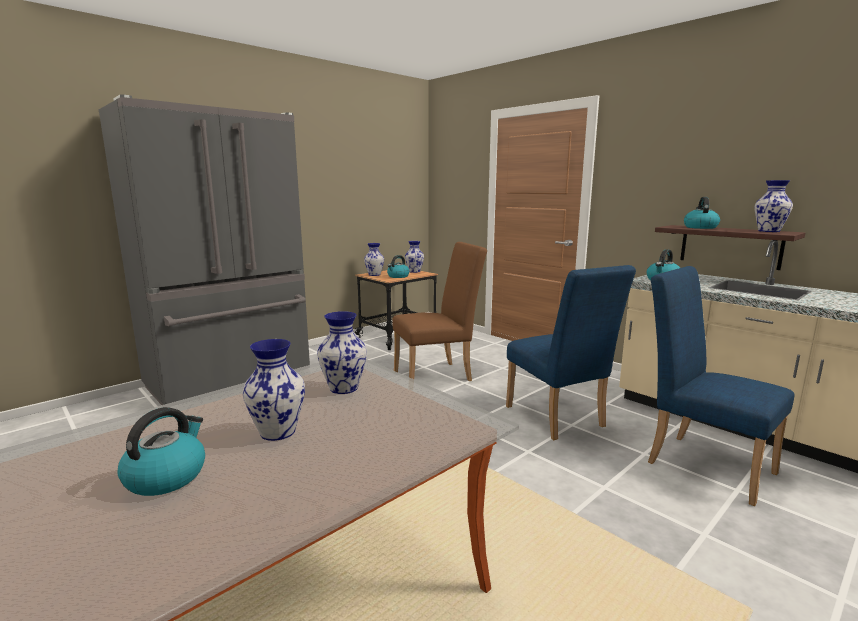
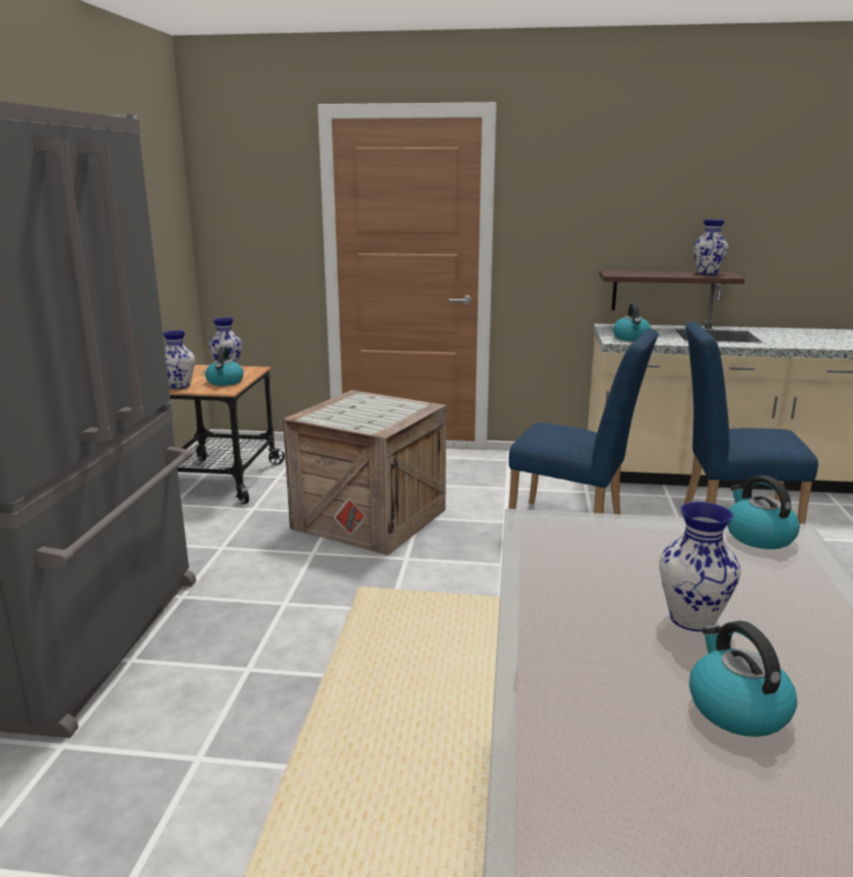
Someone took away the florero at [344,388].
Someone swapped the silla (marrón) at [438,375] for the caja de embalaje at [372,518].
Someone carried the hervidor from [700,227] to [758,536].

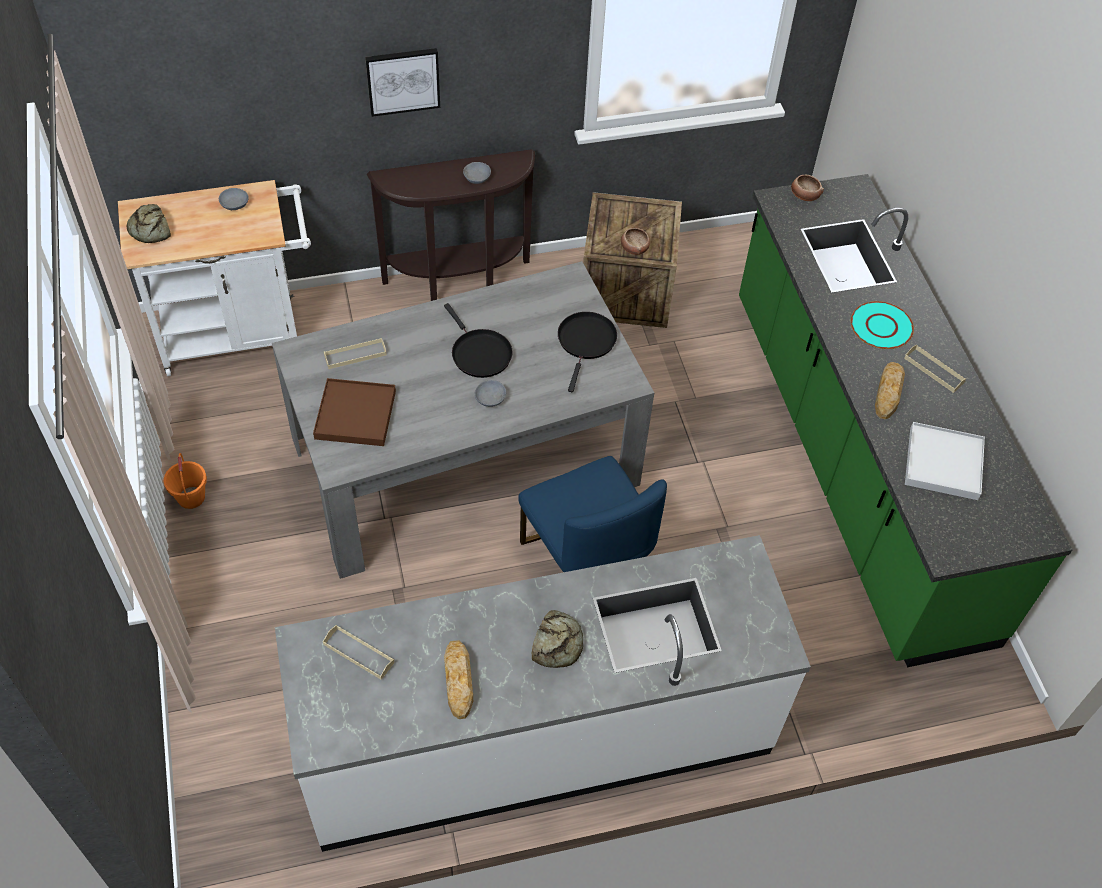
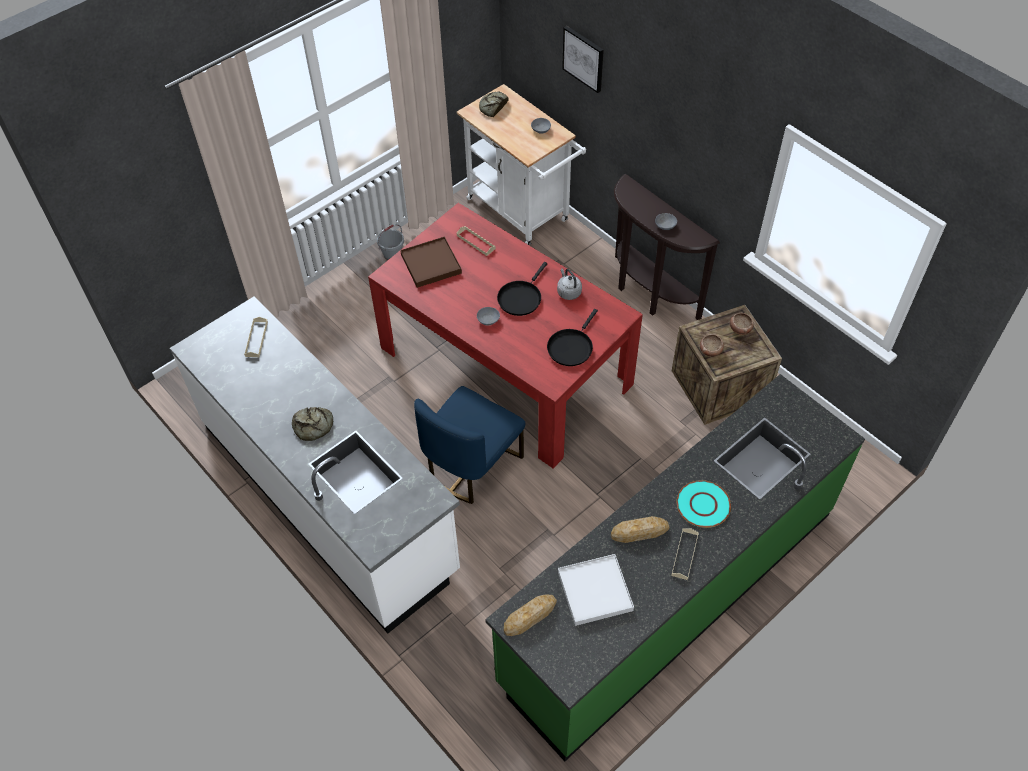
Someone repainted the cubo (naranja) at [191,497], which became the cubo (gris) at [392,254].
Someone repainted the mesa de comedor (gris) at [464,462], which became the mesa de comedor (rojo) at [505,366].
Someone carried the cuadro from [403,80] to [584,58].
Someone carried the pan from [458,680] to [530,616].
Someone rotated the sartén (negro) at [586,342] by 135 degrees clockwise.
Someone carried the cuenco from [804,196] to [740,328].
Someone put down the hervidor (gris) at [568,292].

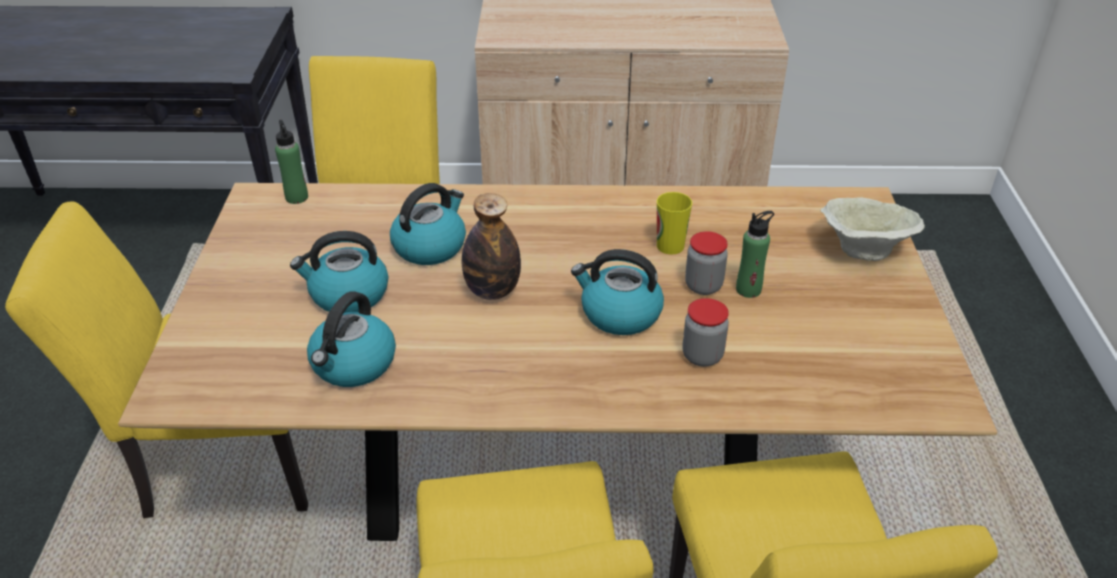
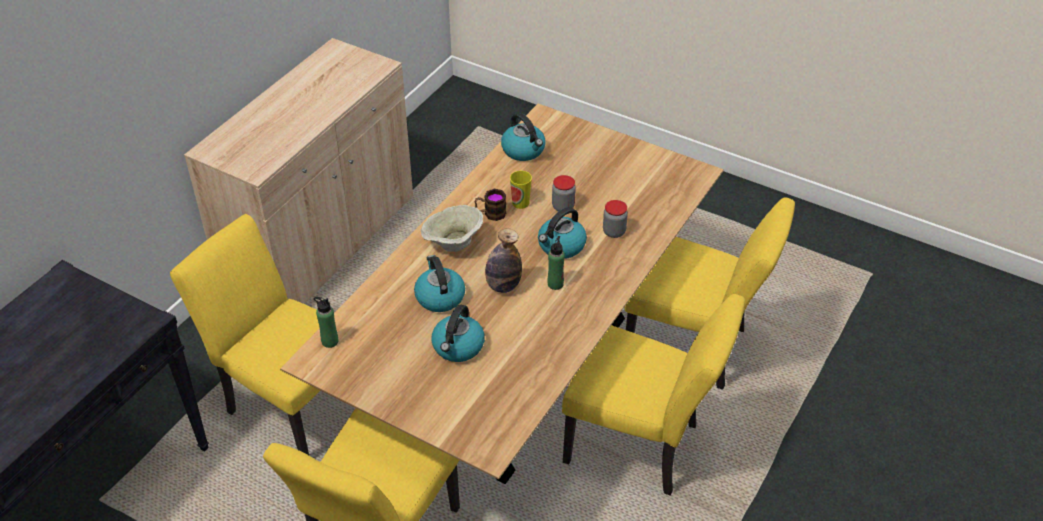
Someone carried the hervidor from [353,365] to [524,150].
Someone carried the botella (verde) from [748,289] to [555,284].
Someone carried the cuenco (beis) from [863,250] to [453,243].
Someone put down the taza grande at [490,214].

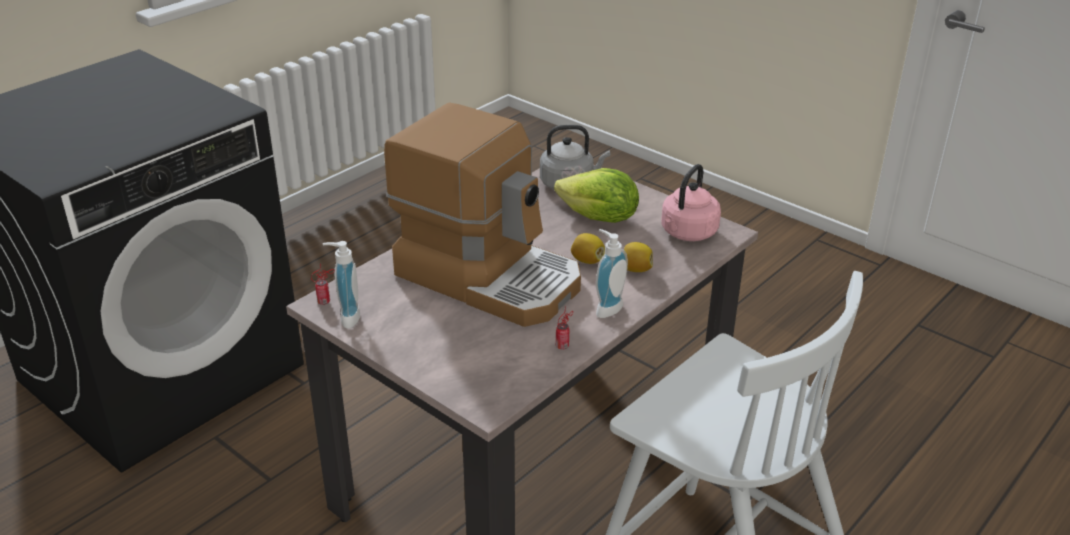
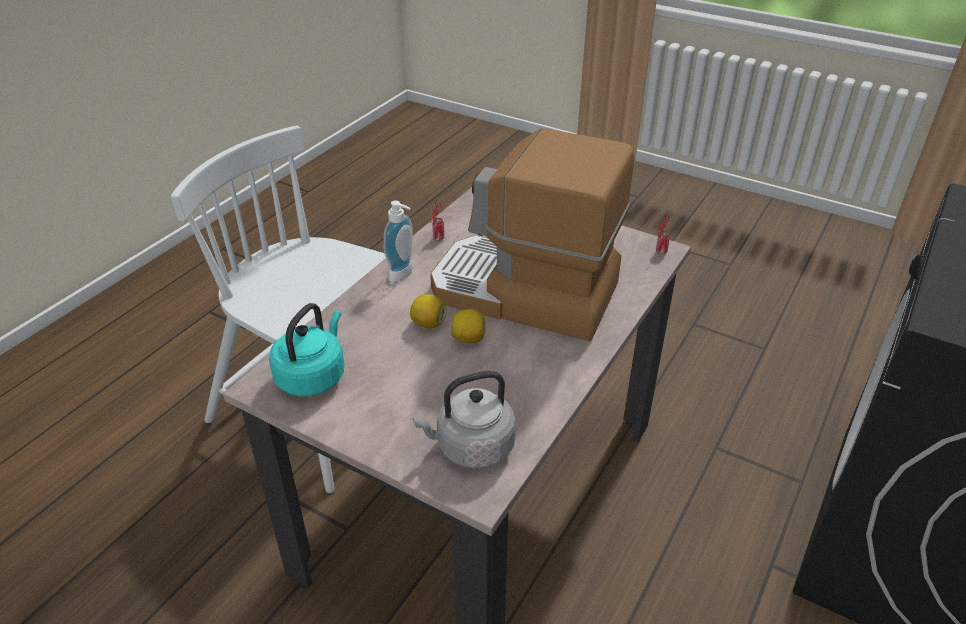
Someone took away the dispensador de jabón at [346,317].
Someone took away the lechuga at [599,219].
Someone carried the limón from [635,269] to [469,338].
Someone repainted the hervidor (rosa) at [687,233], which became the hervidor (turquesa) at [313,376].

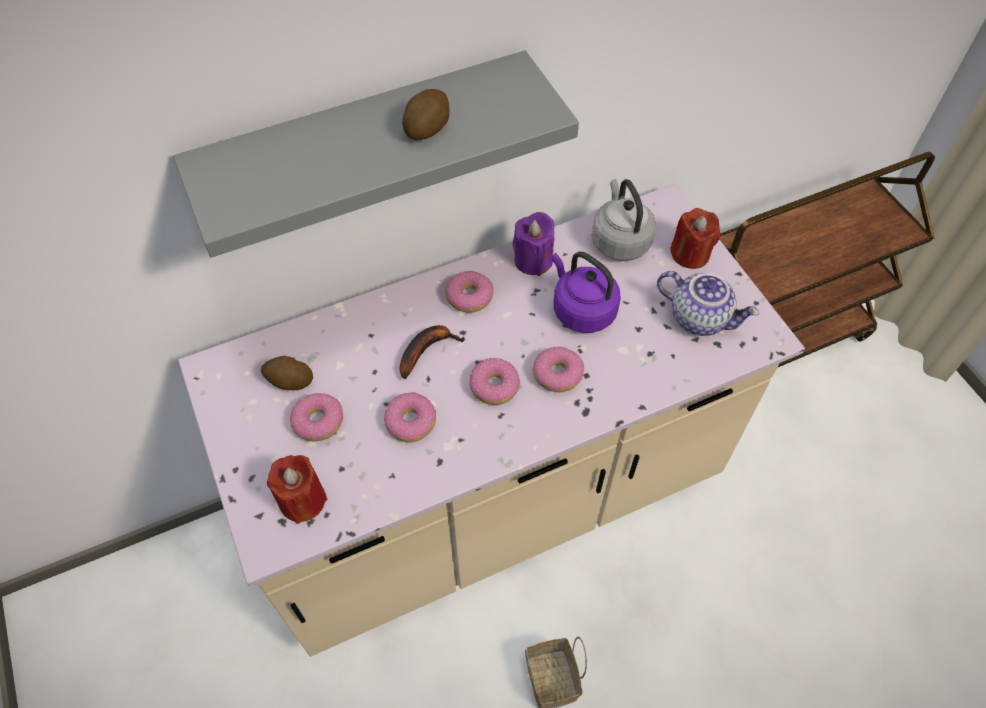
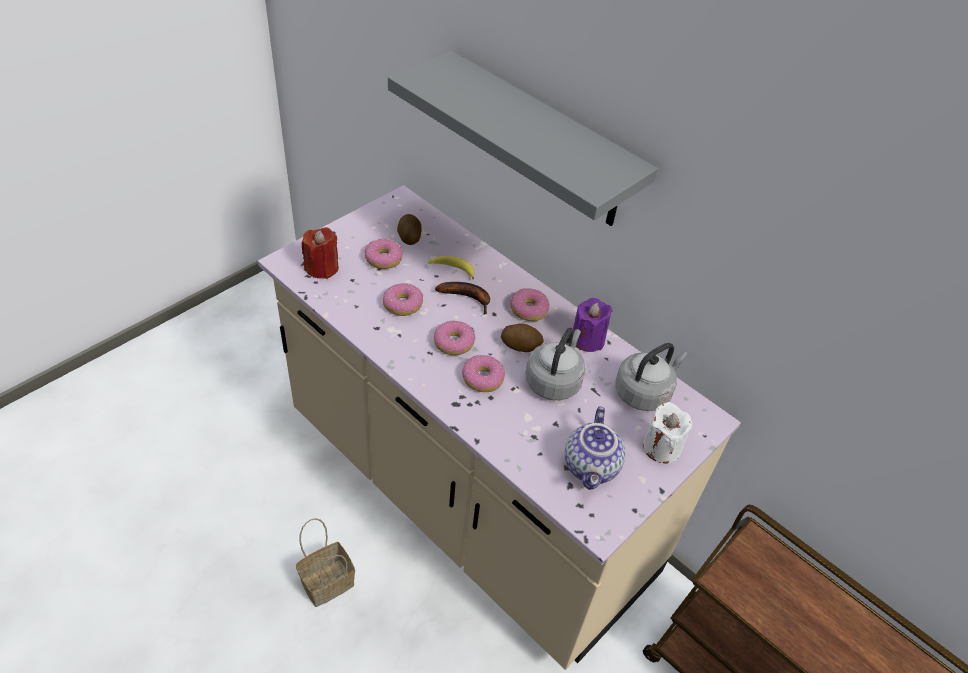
Someone carried the patata from [427,127] to [520,345].
Someone repainted the hervidor (morado) at [581,310], which became the hervidor (gris) at [554,381].
Someone repainted the vela (rojo) at [690,254], which became the vela (blanco) at [661,447].
Someone put down the plátano at [453,269].

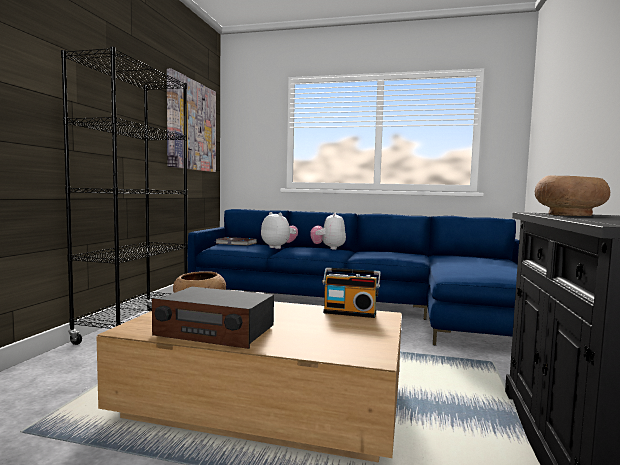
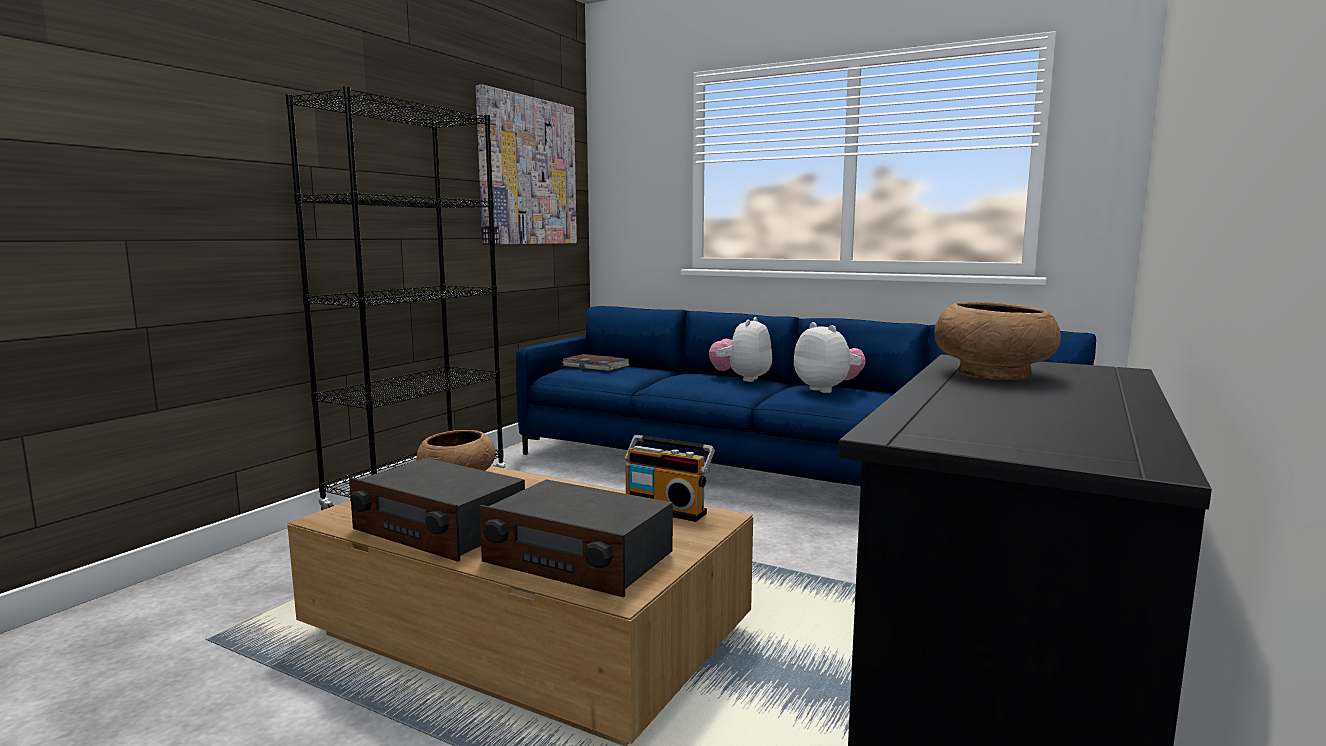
Someone carried the peluche from [279,247] to [827,389].
Someone put down the radio at [578,558].

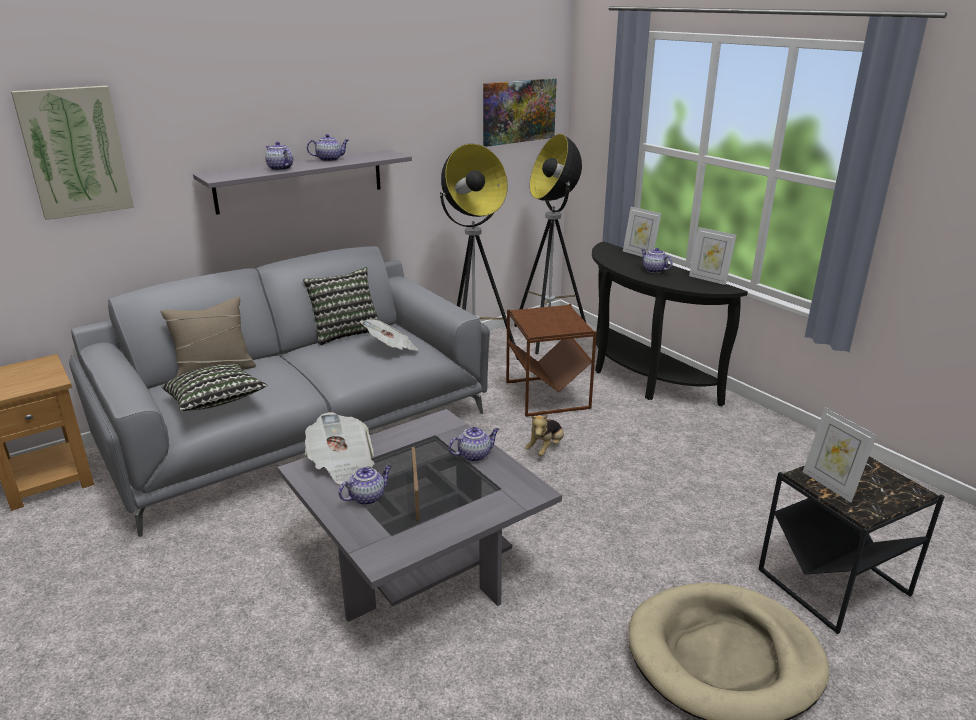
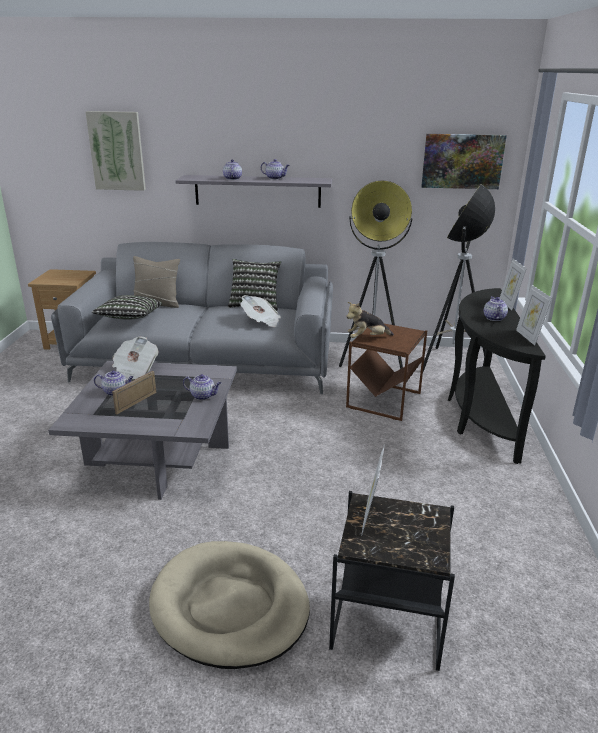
Someone carried the peluche from [546,448] to [367,338].

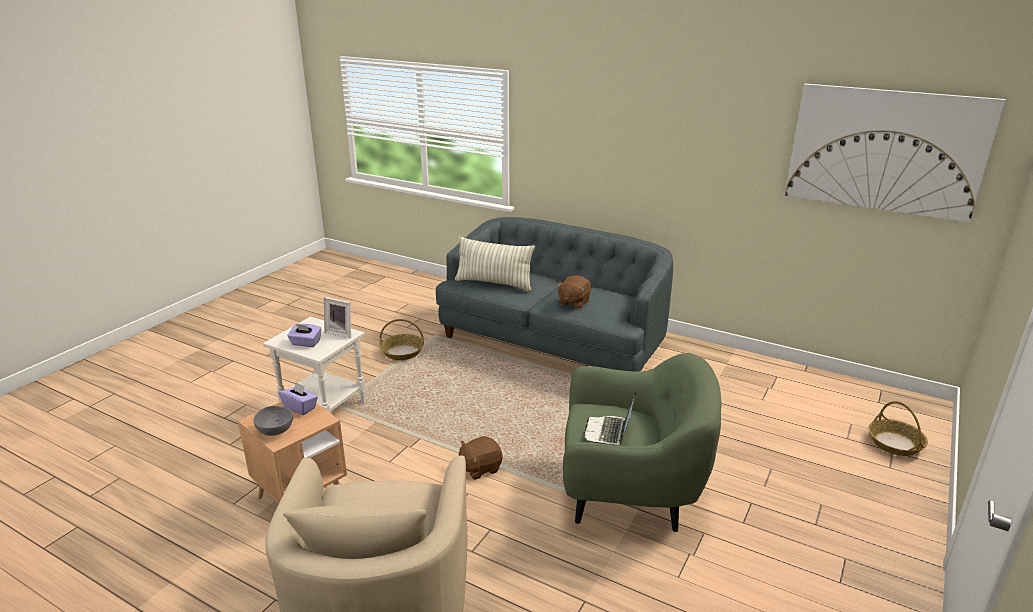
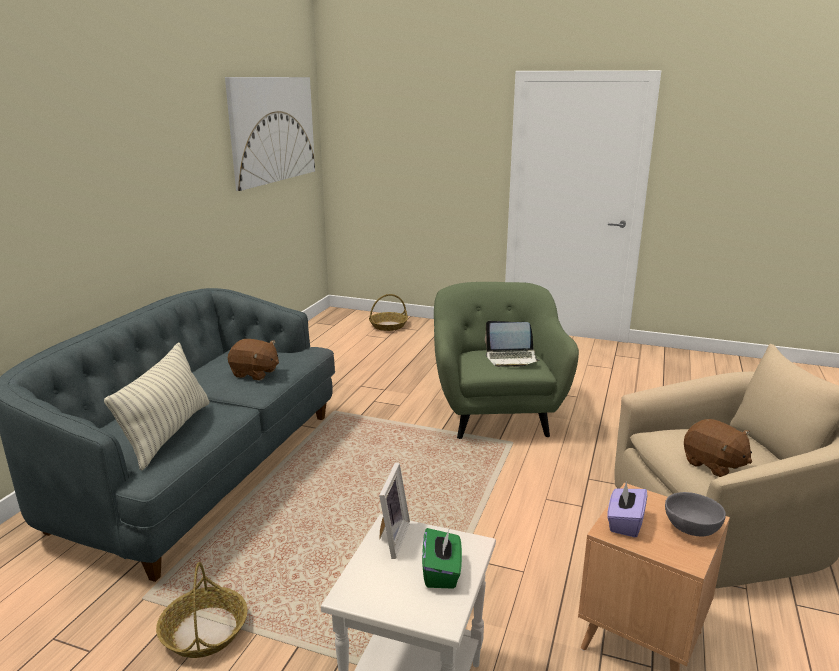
Someone repainted the caja de pañuelos (morado) at [305,343], which became the caja de pañuelos (verde) at [441,572].
Someone carried the peluche (marrón) from [479,468] to [713,464].

